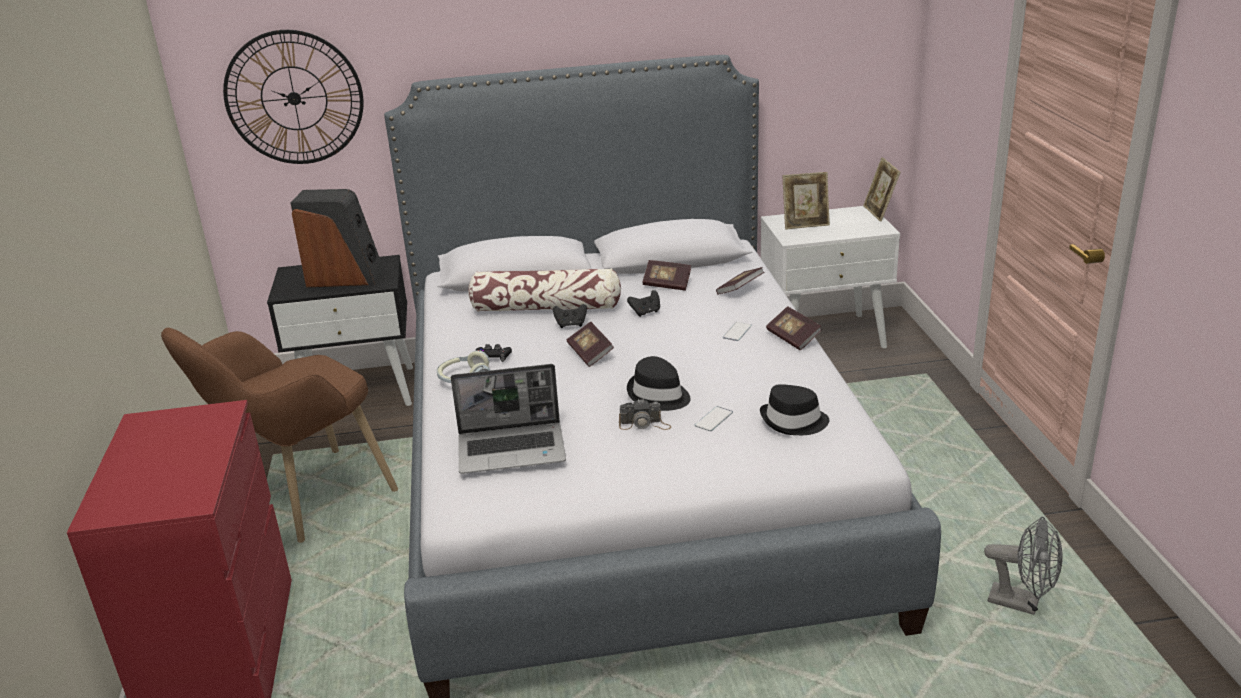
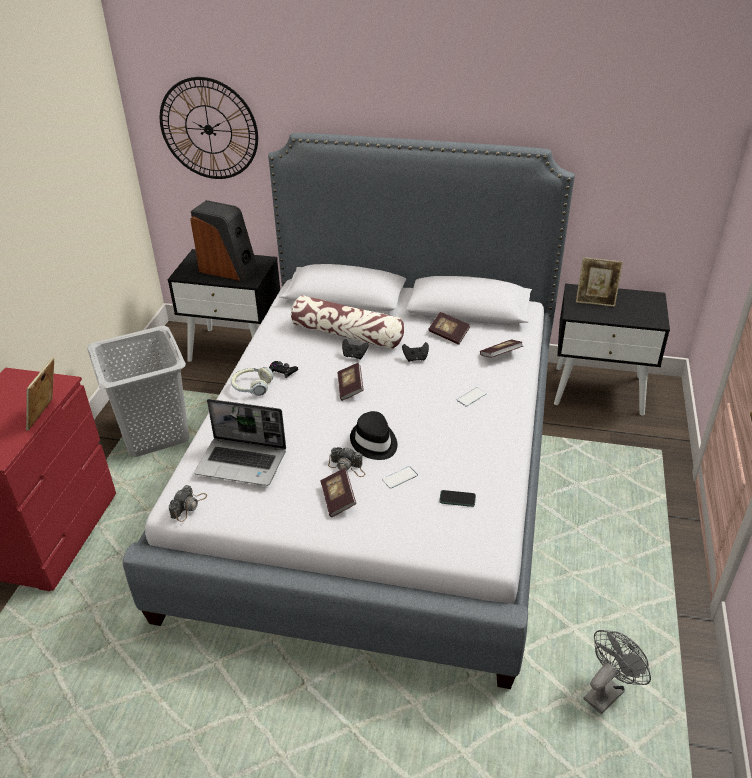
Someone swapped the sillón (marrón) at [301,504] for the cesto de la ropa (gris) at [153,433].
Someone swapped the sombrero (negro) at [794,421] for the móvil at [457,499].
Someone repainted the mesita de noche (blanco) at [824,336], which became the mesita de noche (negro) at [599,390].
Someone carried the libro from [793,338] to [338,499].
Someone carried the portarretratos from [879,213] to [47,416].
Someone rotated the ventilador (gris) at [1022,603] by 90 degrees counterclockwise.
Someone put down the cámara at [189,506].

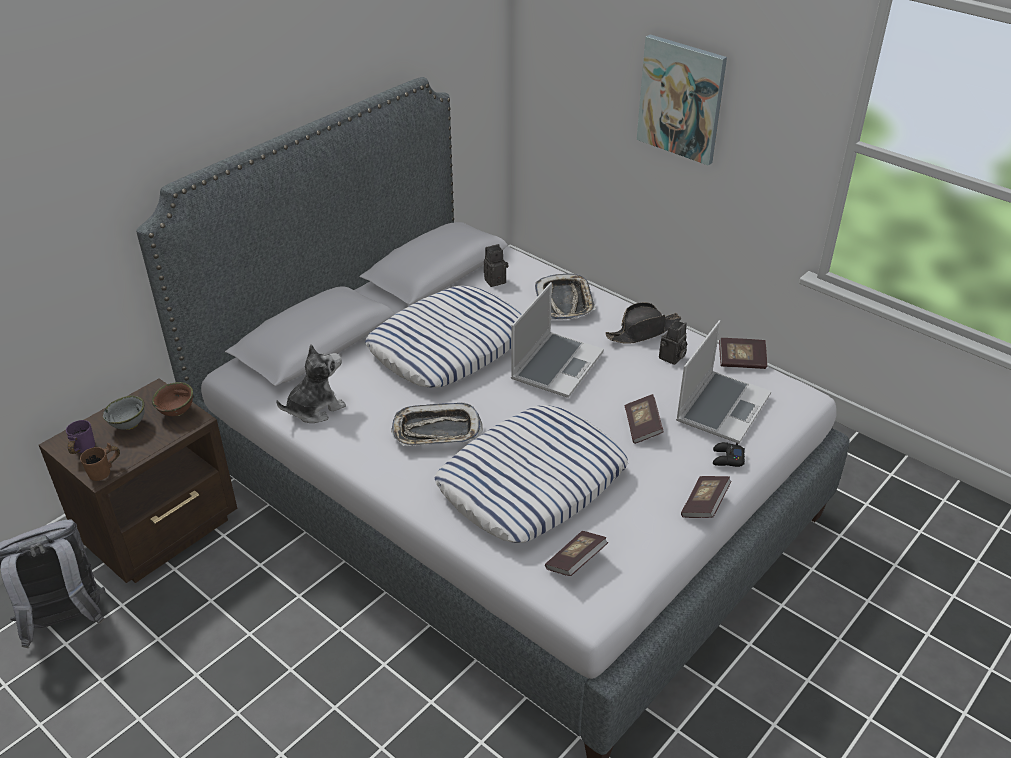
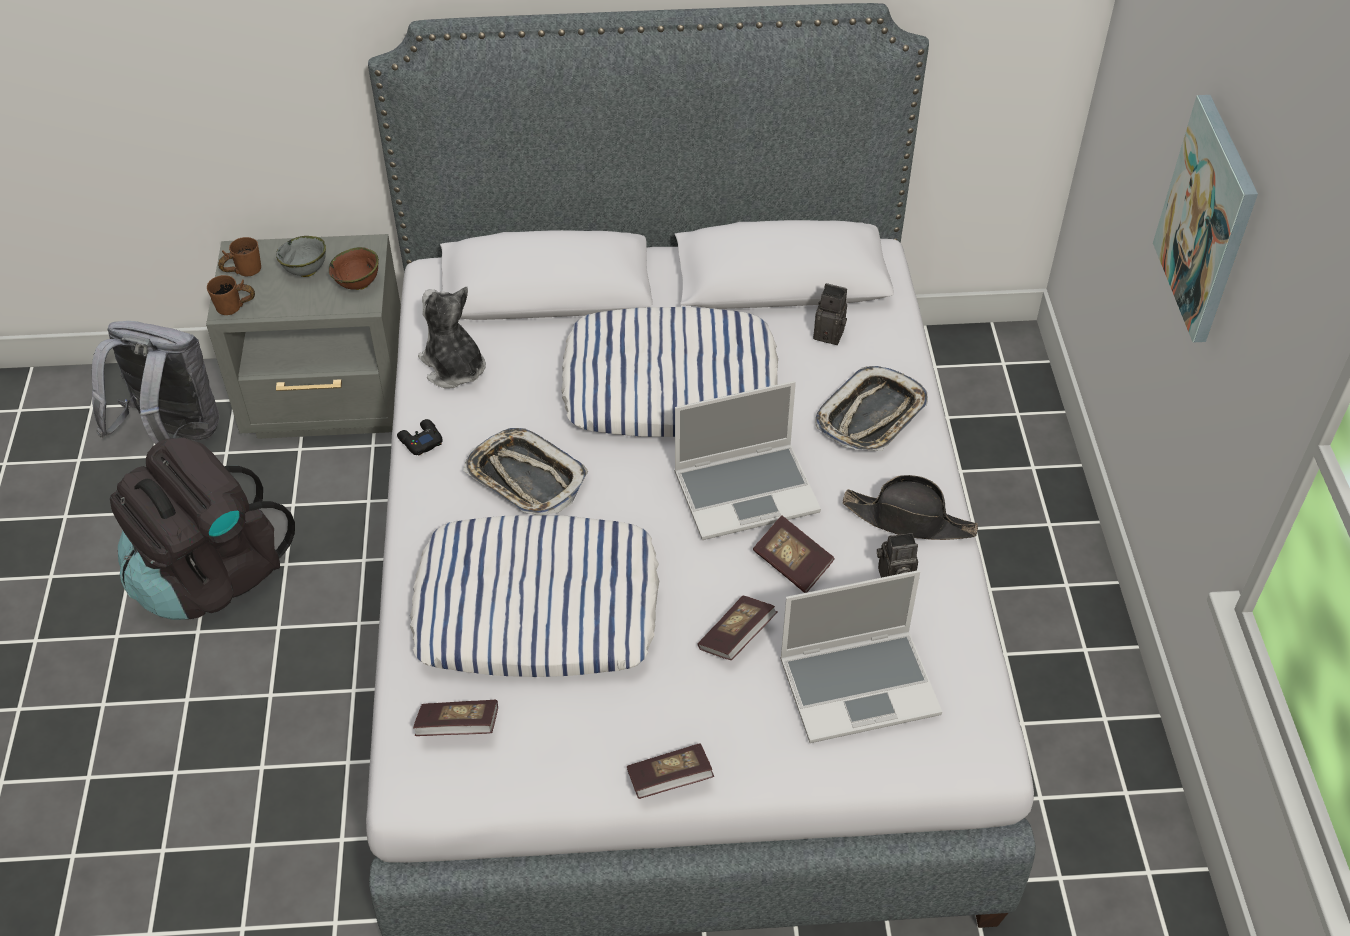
Someone repainted the mesita de noche (marrón) at [162,531], which became the mesita de noche (gris) at [331,401].
Someone repainted the taza grande (morado) at [80,450], which became the taza grande (marrón) at [242,271].
Someone rotated the peluche at [315,408] by 135 degrees counterclockwise.
Someone carried the mando de consola (negro) from [727,459] to [420,441].
Someone carried the libro from [741,361] to [792,564].
Someone put down the mochila (negro) at [210,575].

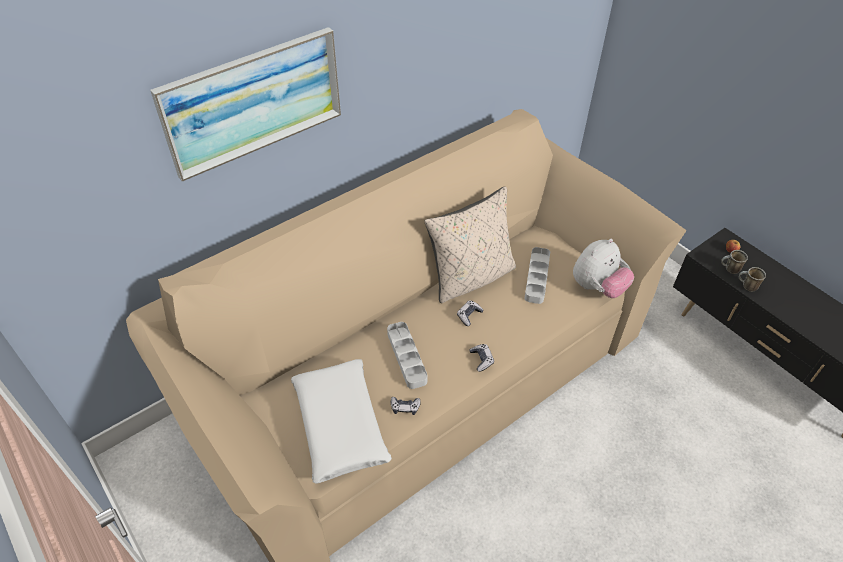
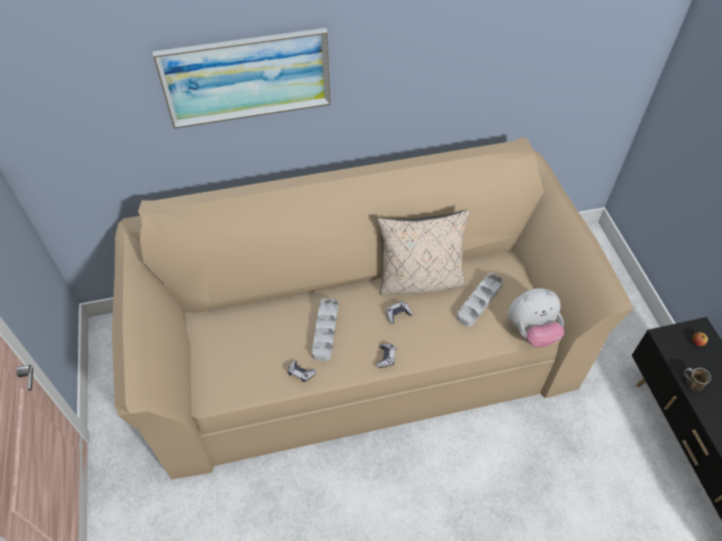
Someone took away the cojín (blanco) at [340,425].
Someone took away the taza grande at [729,270].

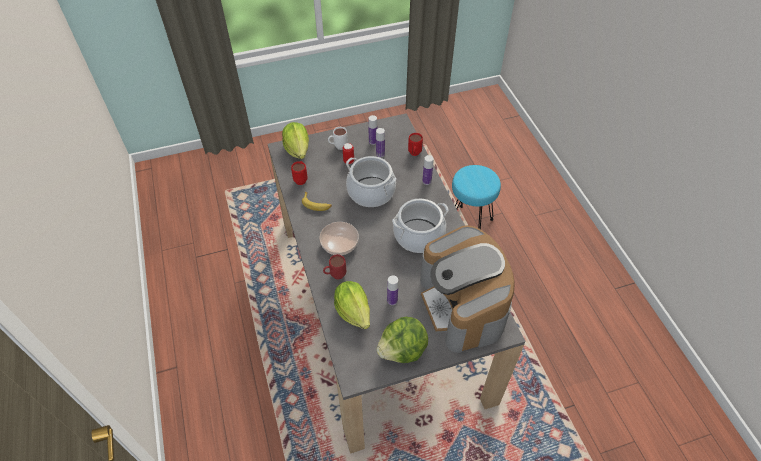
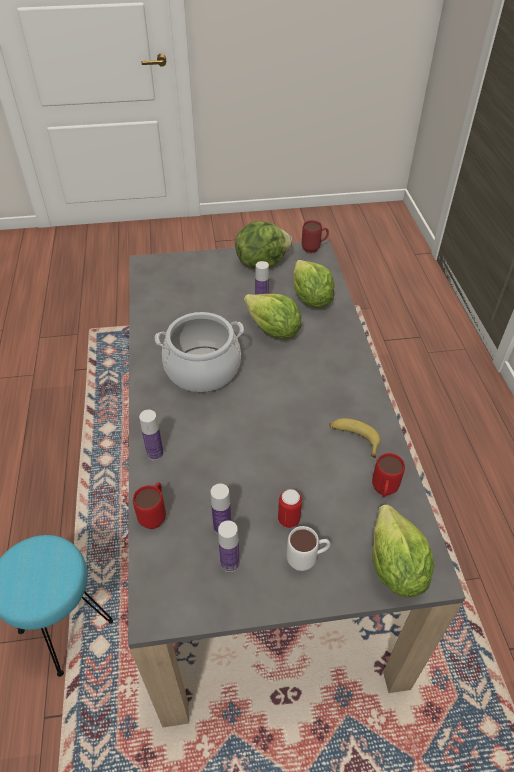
Someone took away the cuenco at [339,244].
Someone carried the taza grande (rojo) from [335,275] to [314,249].
Someone took away the olla at [371,192].
Someone took away the cafetera at [463,305].
Someone put down the lechuga at [273,331].

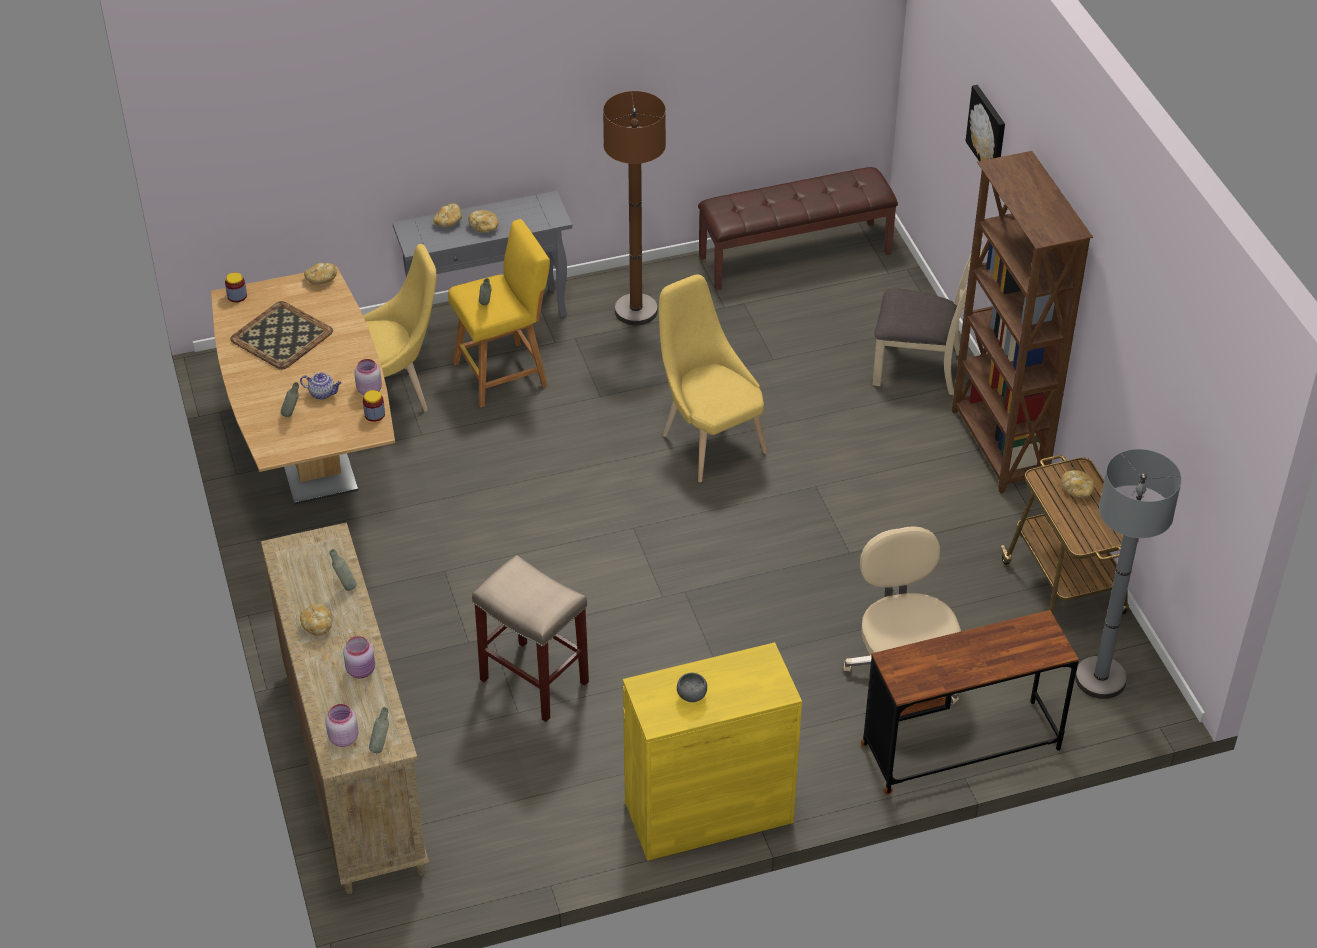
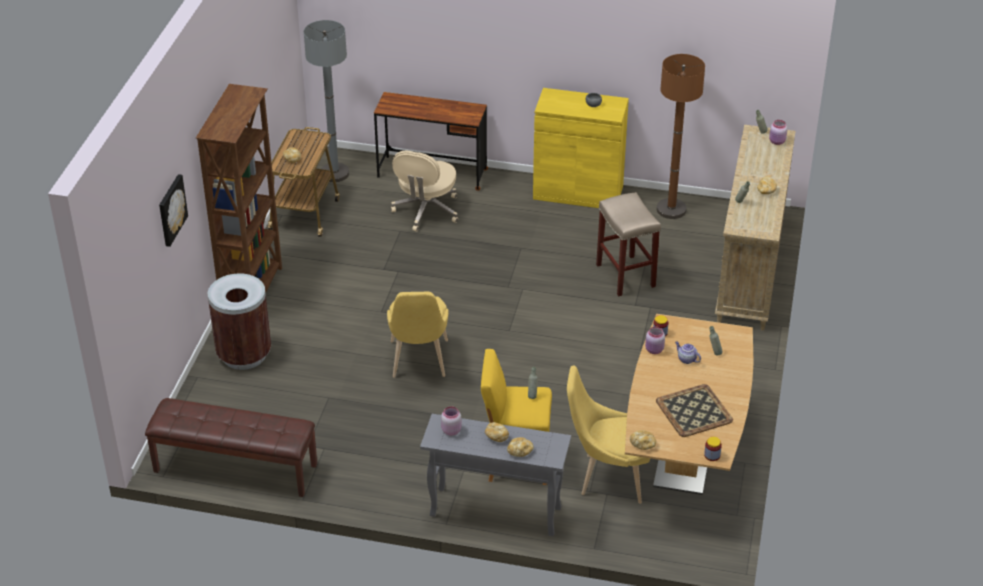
Someone carried the tarro (rosa) from [362,670] to [450,430].
Someone carried the lámpara de pie (marrón) from [636,311] to [671,209].
Someone swapped the silla (beis) at [919,368] for the papelera (marrón) at [244,354].

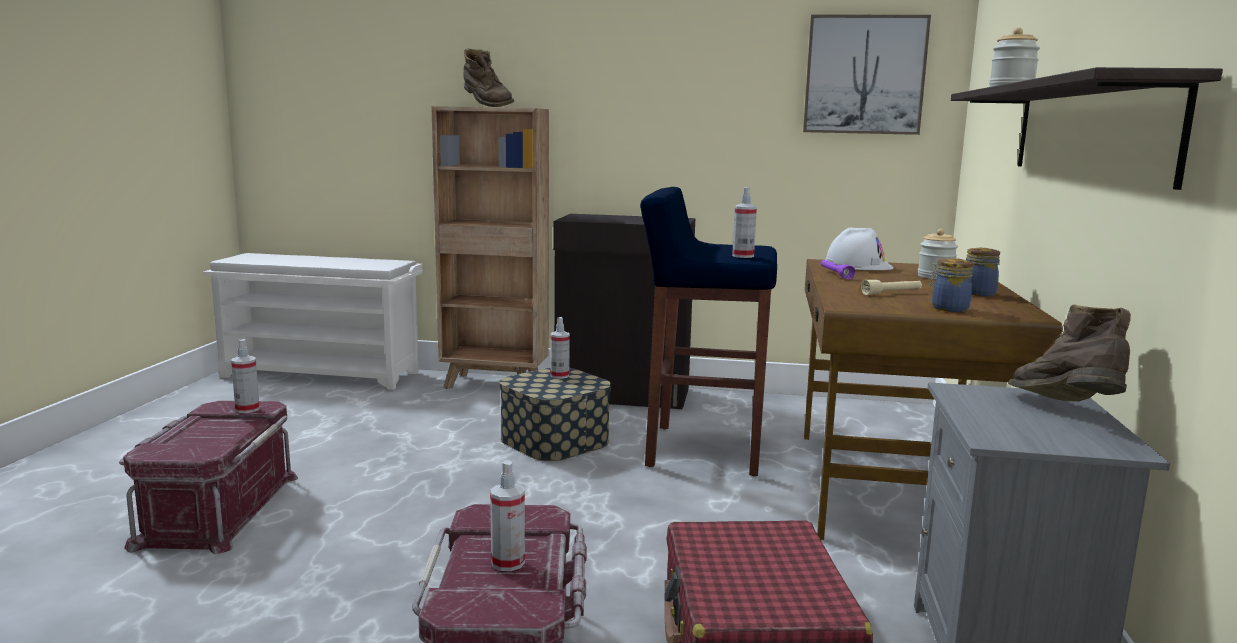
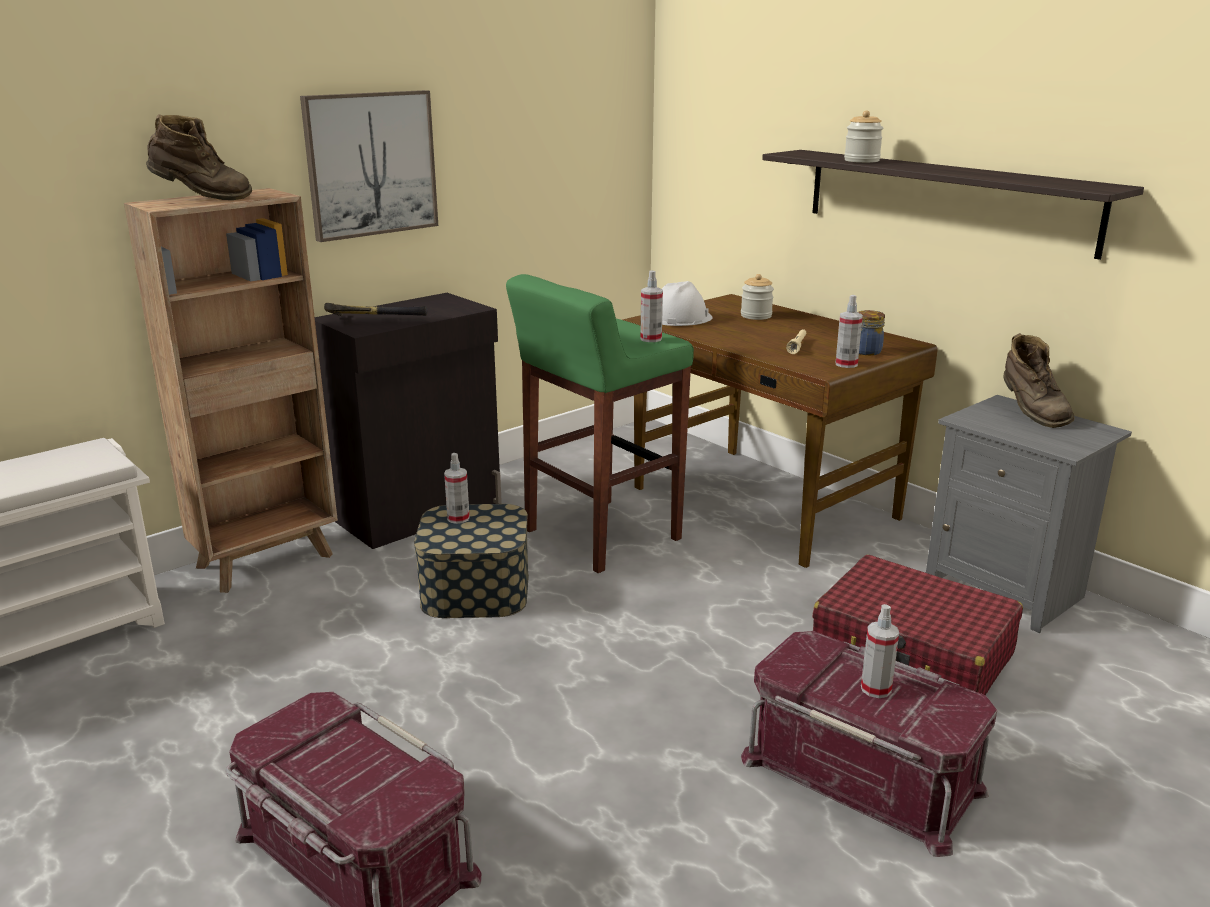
Someone carried the pulverizador from [247,409] to [846,364].
Someone repainted the taburete (azul) at [702,450], which became the taburete (verde) at [600,536].
Someone carried the cuadro from [864,75] to [371,164].
Someone took away the linterna (morado) at [835,274].
Someone took away the tarro at [978,293].
Someone rotated the bota (marrón) at [1065,411] by 135 degrees counterclockwise.
Someone put down the martillo at [375,319].

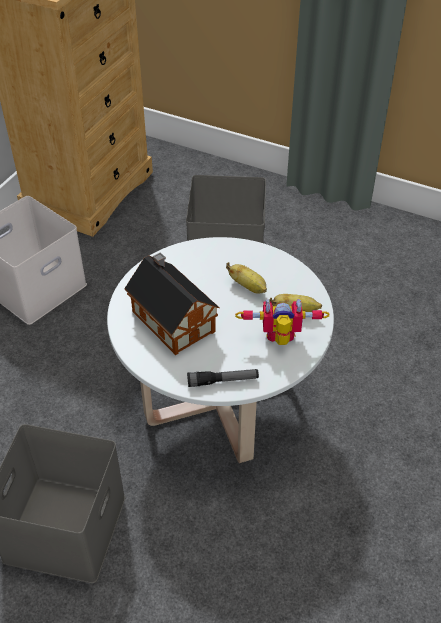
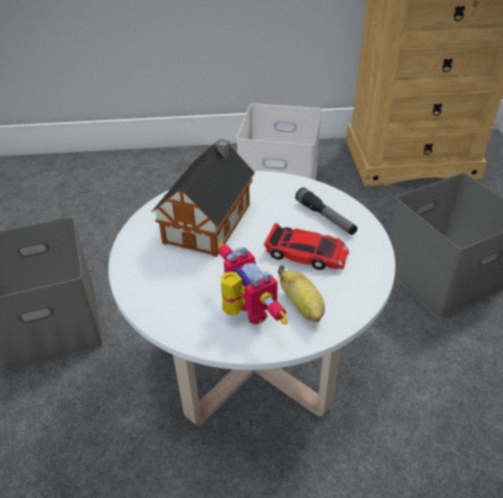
Someone carried the linterna from [223,381] to [325,217].
Someone swapped the plátano at [248,287] for the coche de juguete at [306,253].

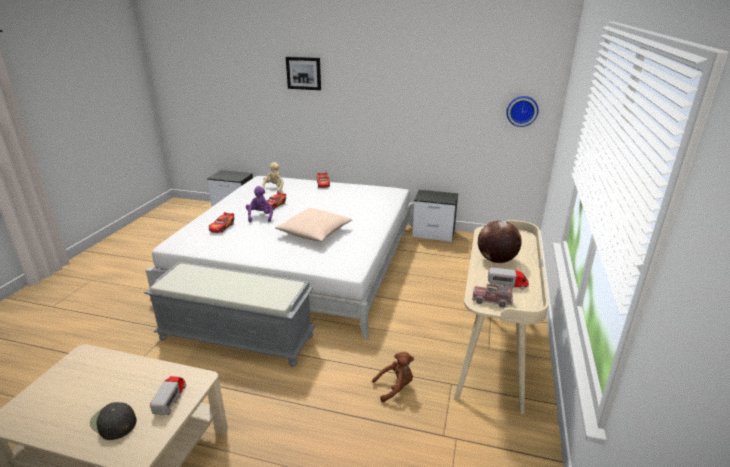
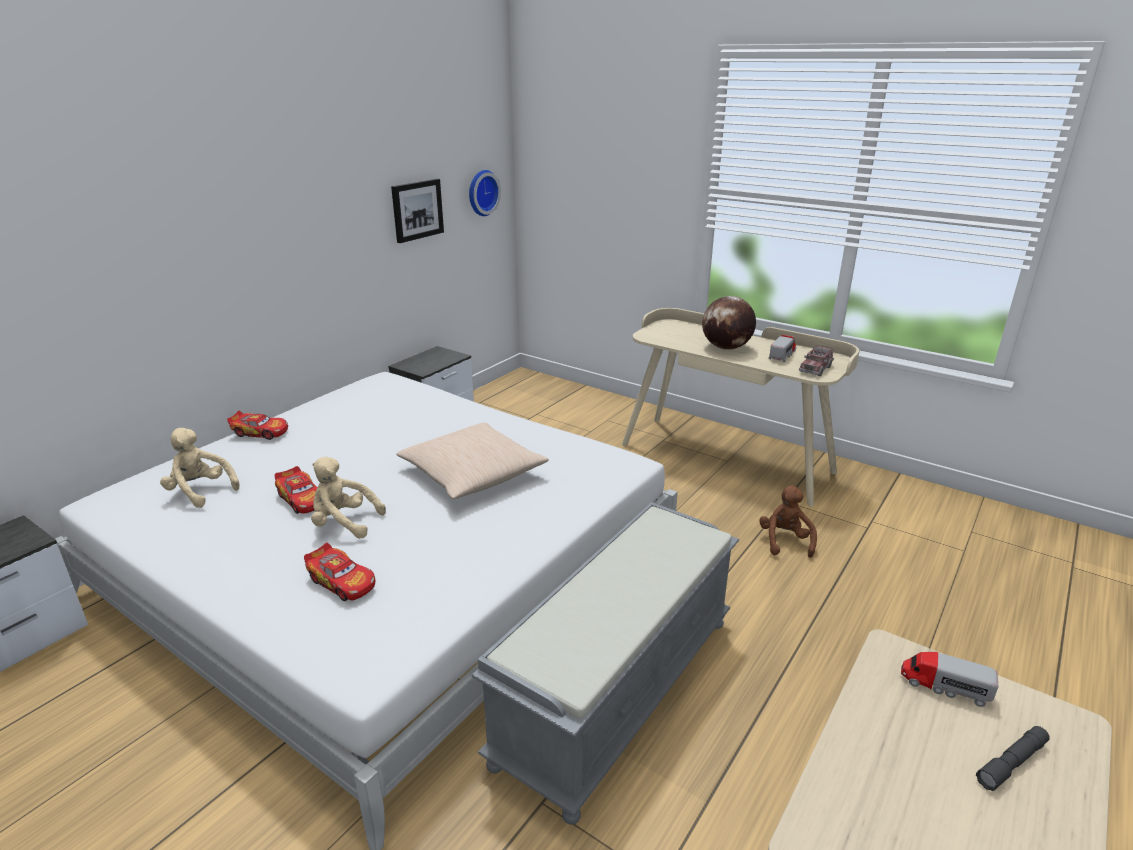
Someone swapped the gorra (negro) at [113,422] for the linterna (gris) at [1011,763].
Someone repainted the peluche (morado) at [260,217], which became the peluche (beis) at [344,523].
Someone carried the cuadro from [304,73] to [417,210].

